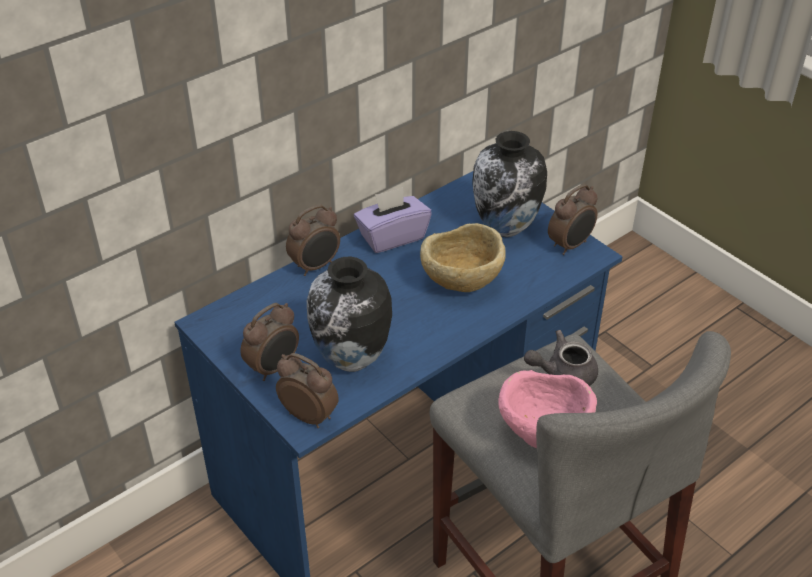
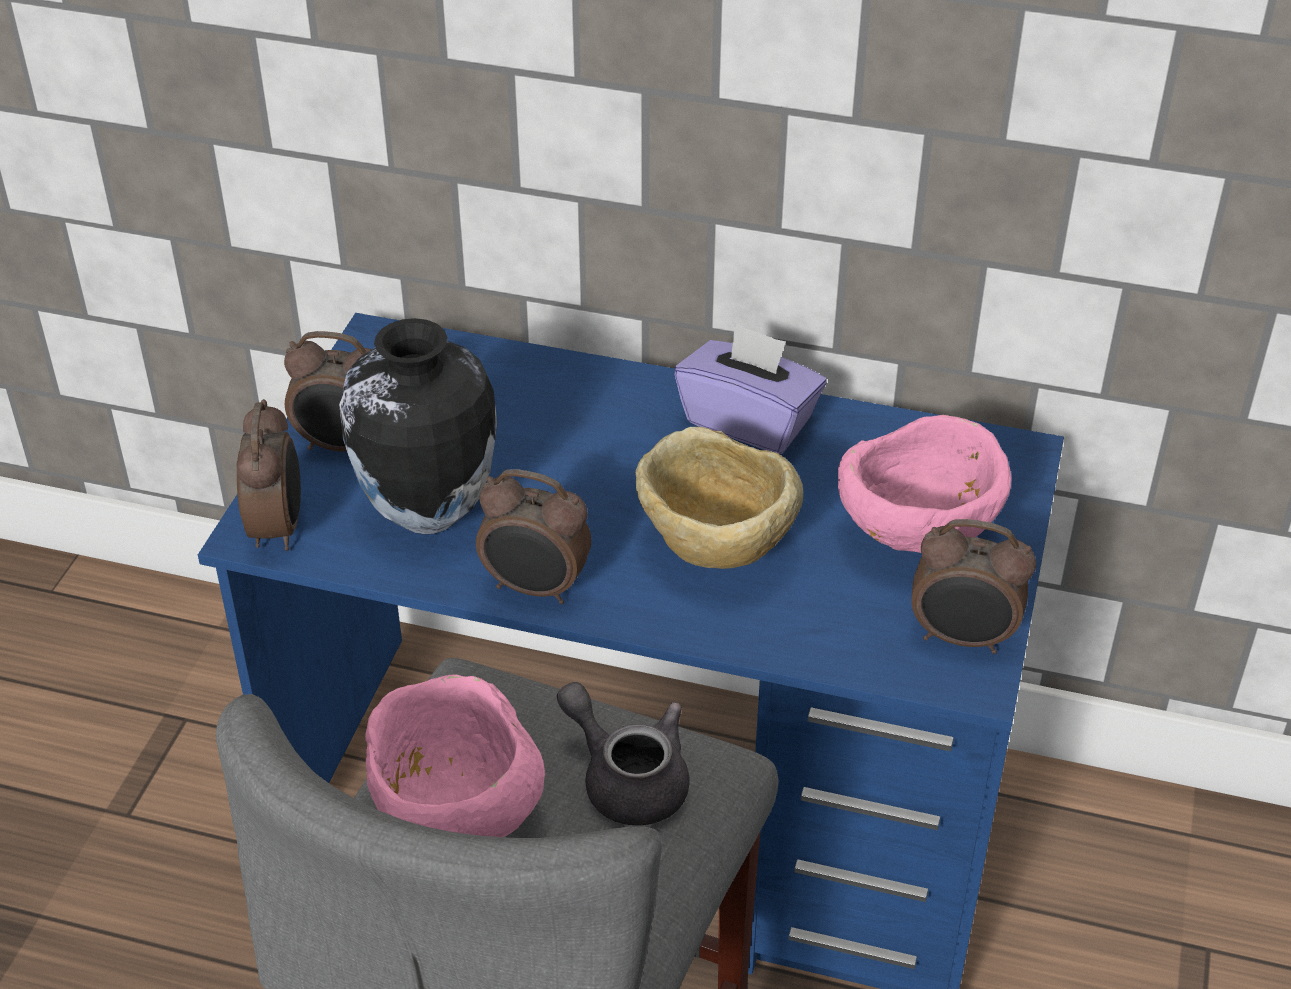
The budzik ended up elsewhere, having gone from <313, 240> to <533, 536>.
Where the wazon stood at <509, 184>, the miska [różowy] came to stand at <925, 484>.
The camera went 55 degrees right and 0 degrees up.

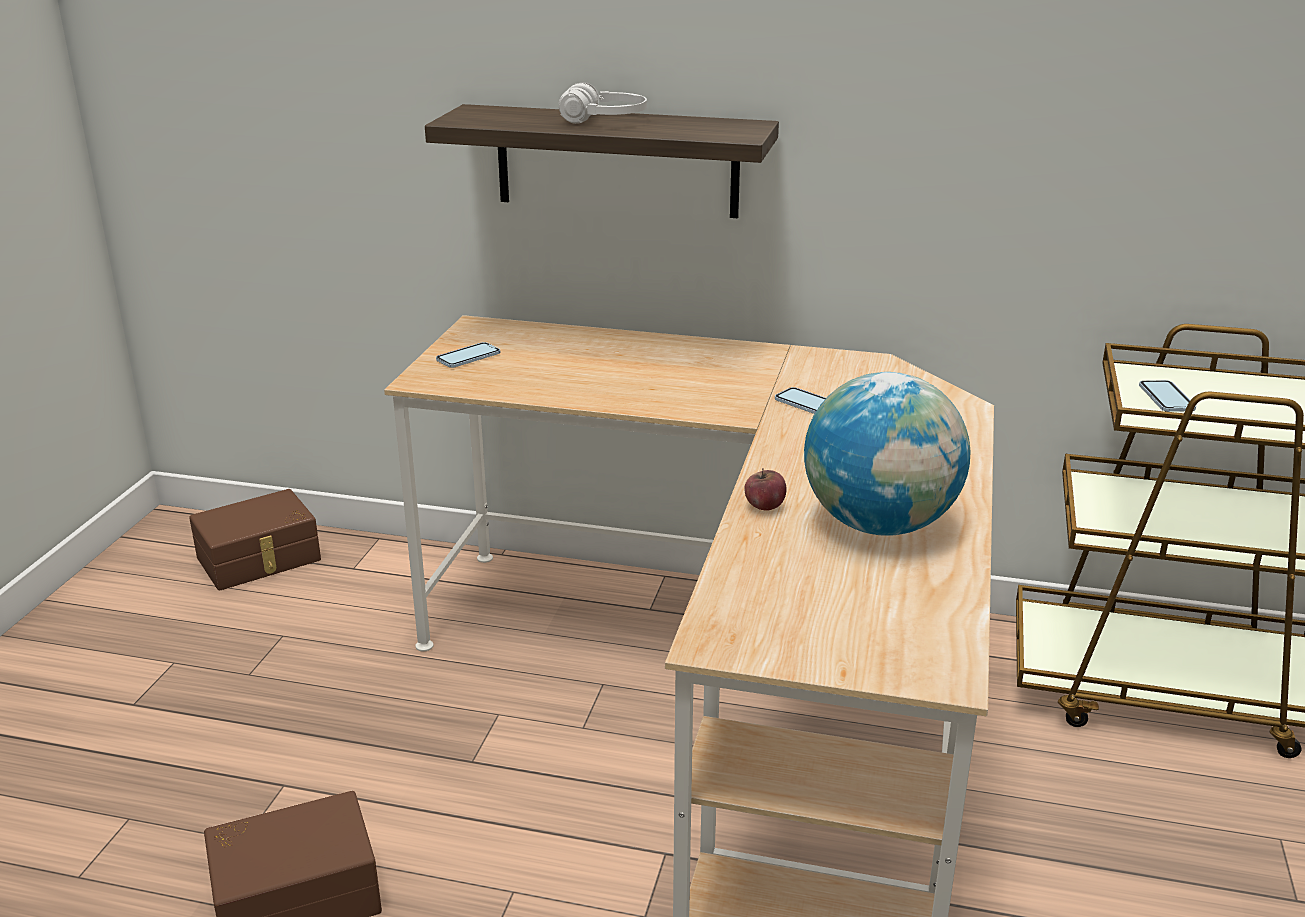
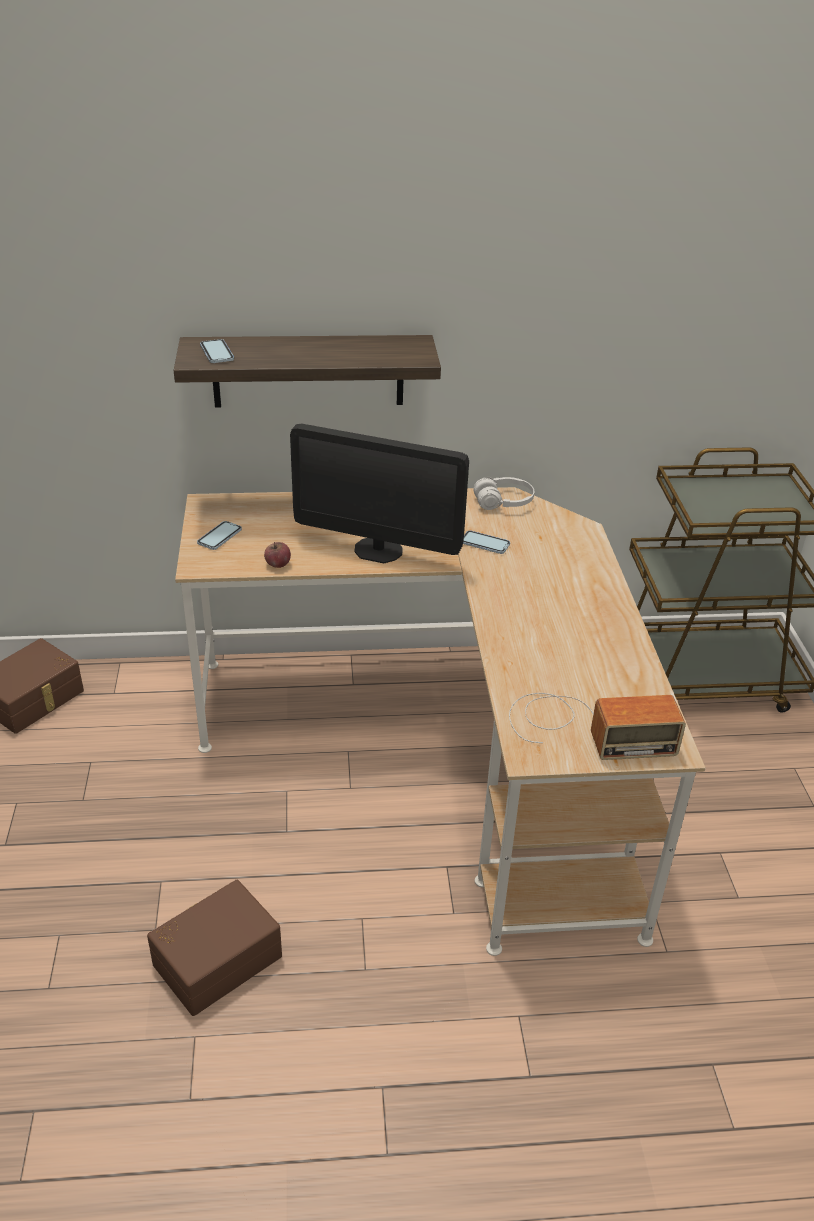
The telefon ended up elsewhere, having gone from <1167, 396> to <217, 351>.
The jabłko ended up elsewhere, having gone from <765, 489> to <277, 555>.
The second view gained the monitor at <379, 493>.
The słuchawki [biały] ended up elsewhere, having gone from <603, 103> to <503, 493>.
The second view gained the radio at <597, 726>.
The second view lost the globus at <887, 454>.
The camera went 20 degrees left and 10 degrees up.

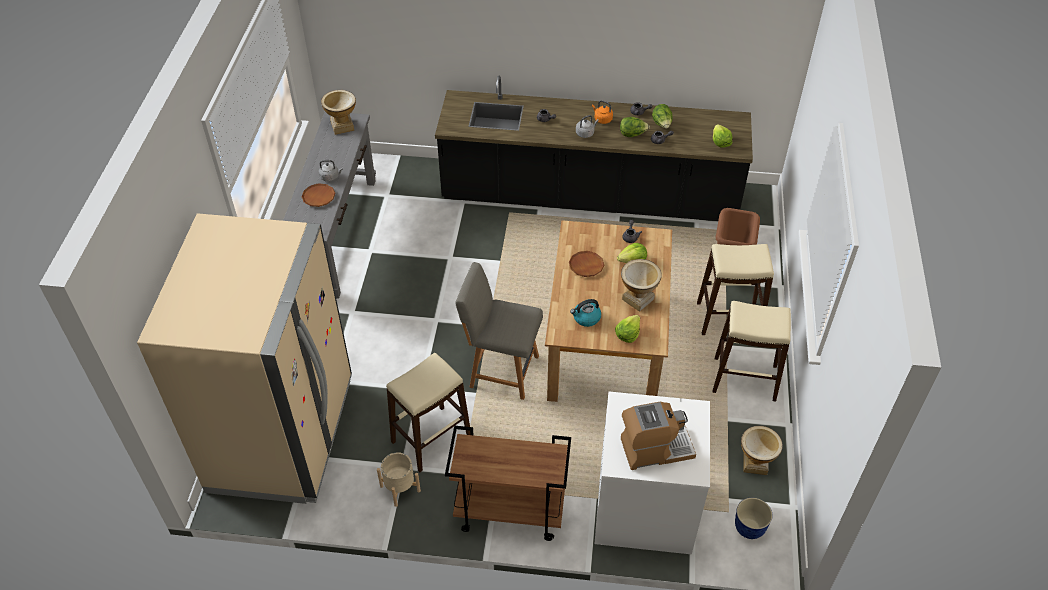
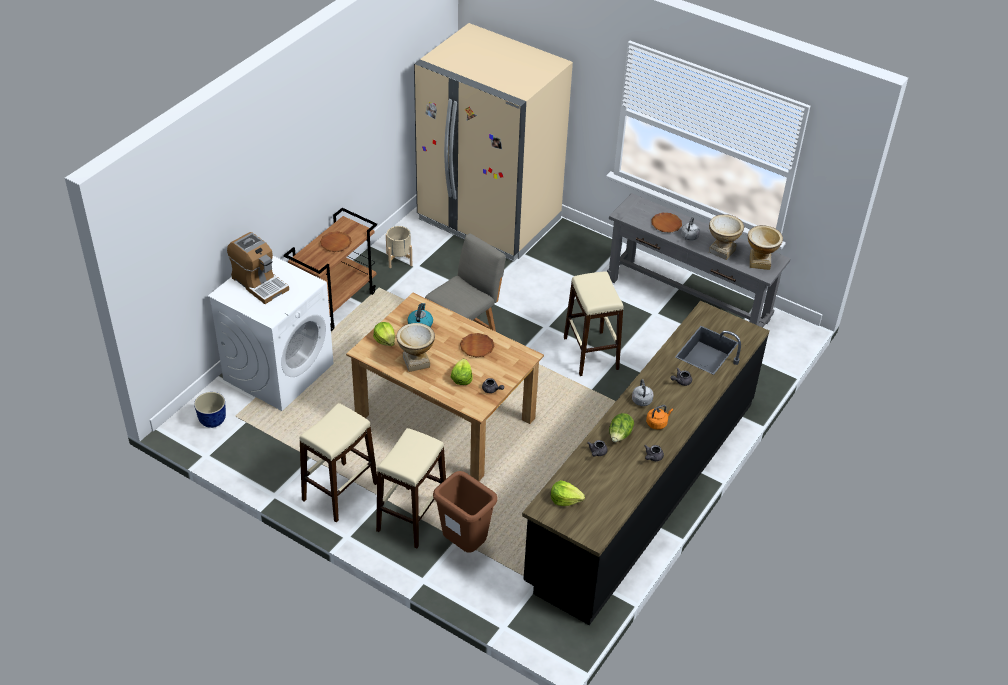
The ekspres do kawy at <658, 436> ended up facing another way, 60 degrees counterclockwise from before.
The second view gained the talerz [brązowy] at <336, 241>.
The stołek [beżowy] ended up elsewhere, having gone from <428, 412> to <594, 323>.
The wazon ended up elsewhere, having gone from <762, 450> to <726, 237>.
The second view lost the sałata at <662, 116>.
The camera went 115 degrees right and 5 degrees down.

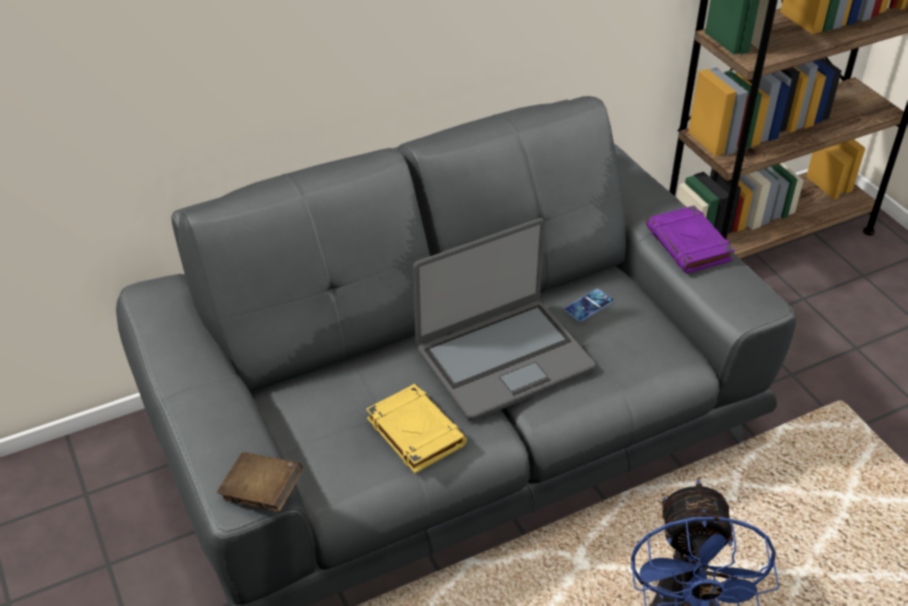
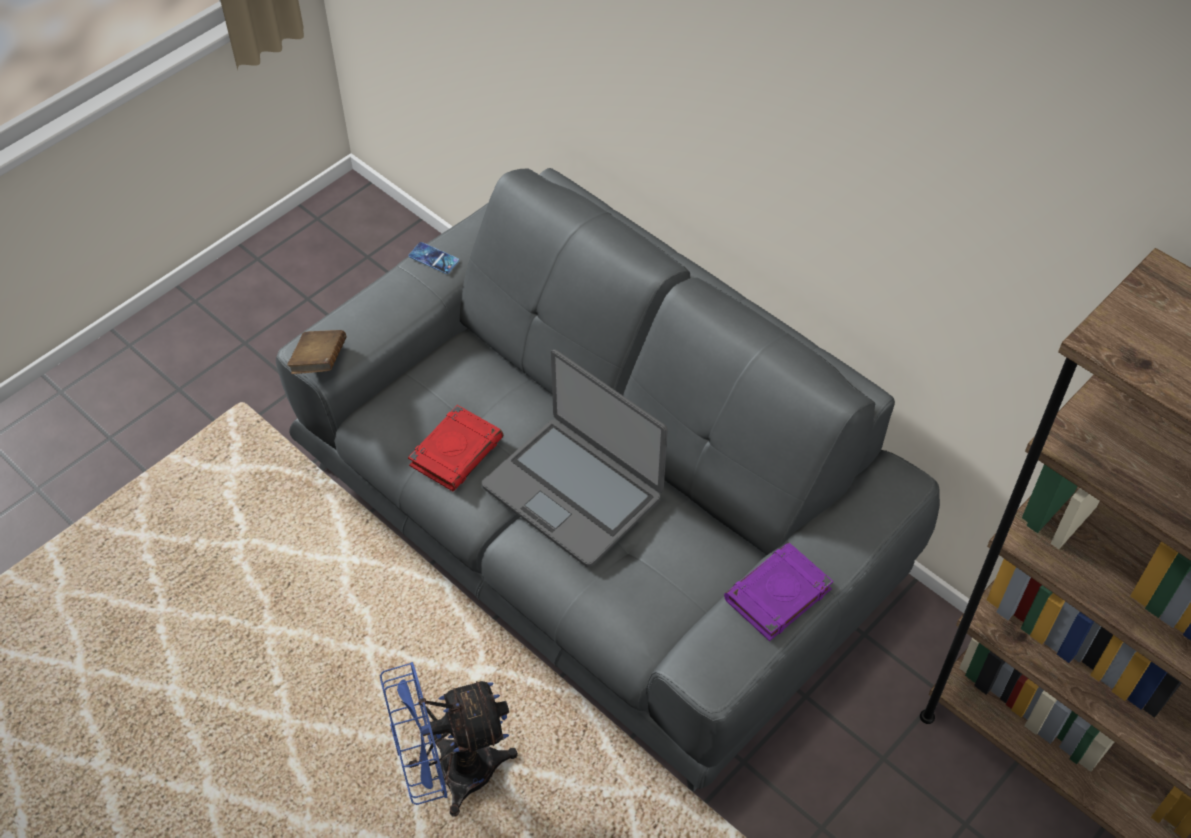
The telefon ended up elsewhere, having gone from <589, 305> to <433, 258>.
What was the książka [żółty] at <416, 428> turned into the książka [czerwony] at <455, 448>.
The camera went 70 degrees right and 10 degrees up.

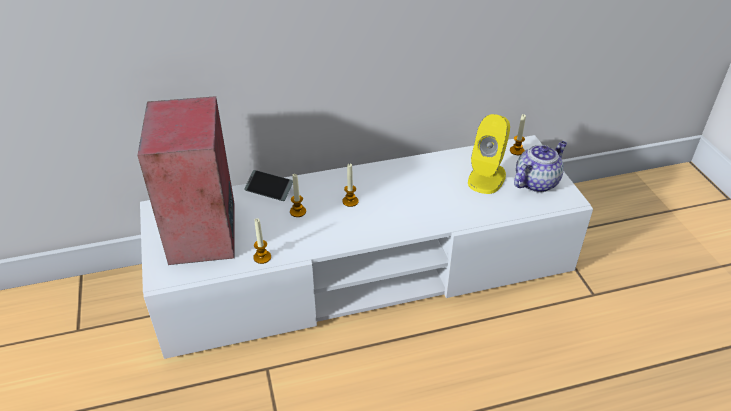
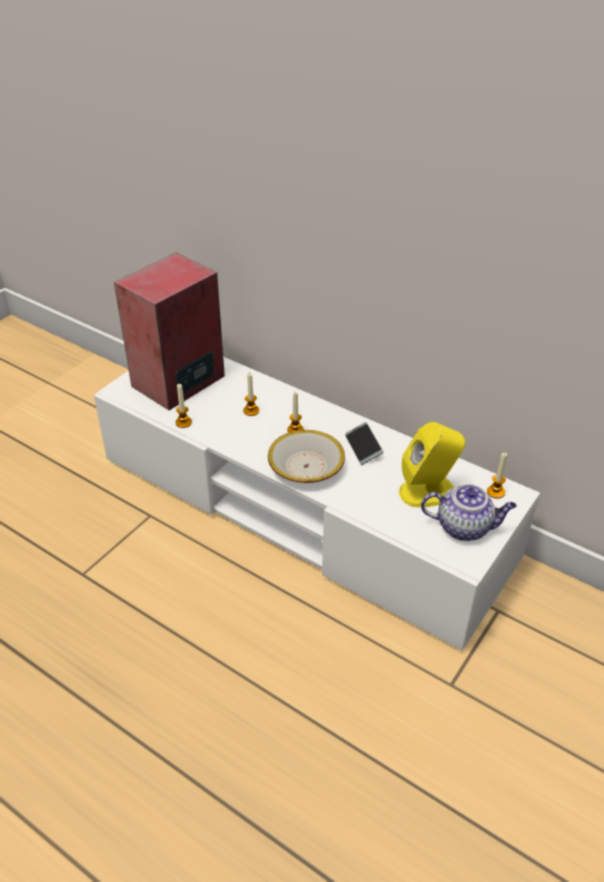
The second view gained the miska at <306, 456>.
The telefon ended up elsewhere, having gone from <268, 185> to <364, 443>.
The camera went 50 degrees right and 0 degrees up.

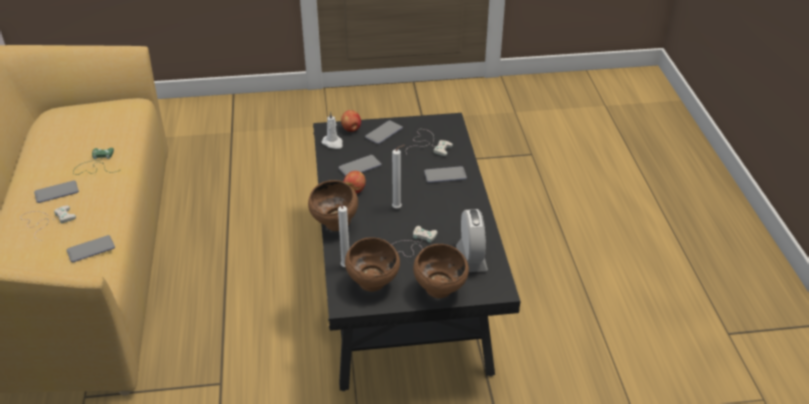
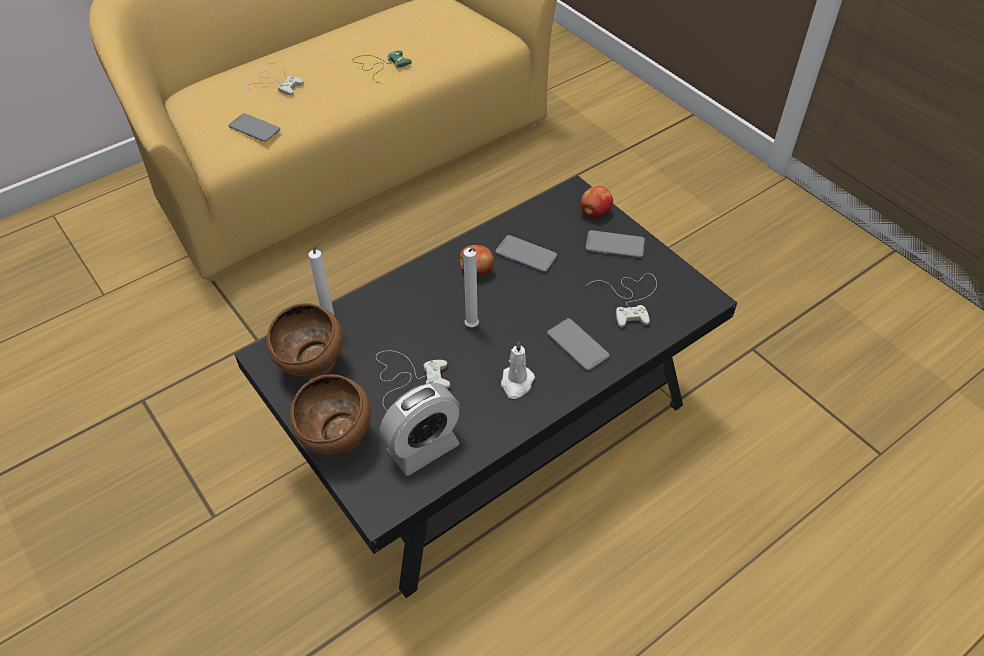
The świeca [biały] ended up elsewhere, having gone from <332, 130> to <518, 370>.
The second view lost the telefon at <56, 191>.
The second view lost the miska [brązowy] at <333, 205>.
The camera went 60 degrees right and 10 degrees up.

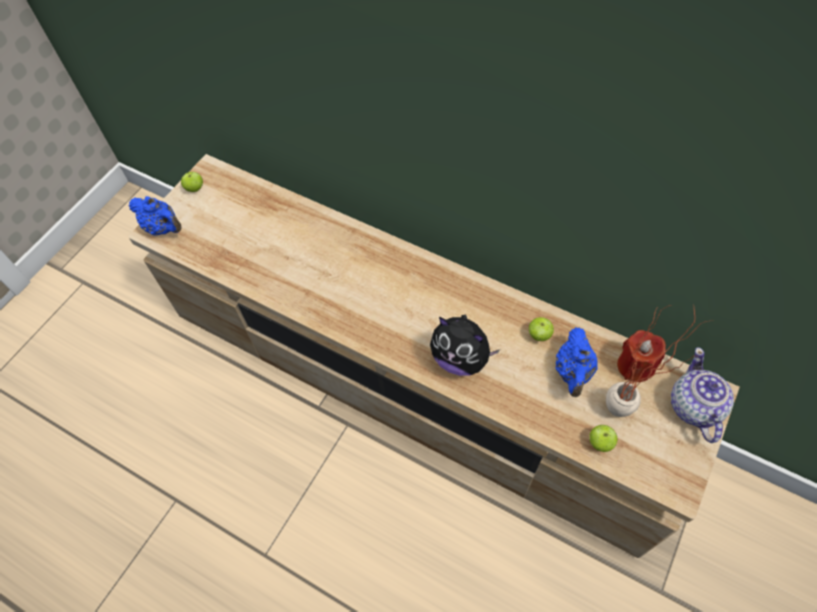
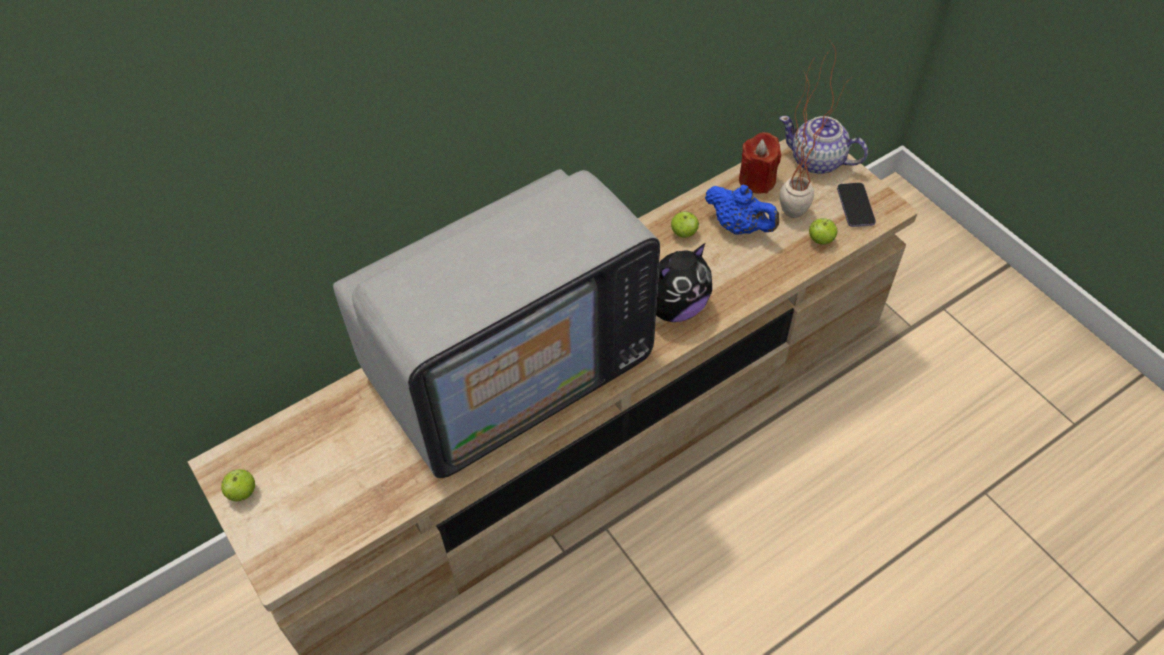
The second view gained the telewizor at <496, 323>.
The second view gained the telefon at <856, 205>.
The second view lost the imbryk [niebieski] at <155, 215>.
The camera went 65 degrees left and 5 degrees down.

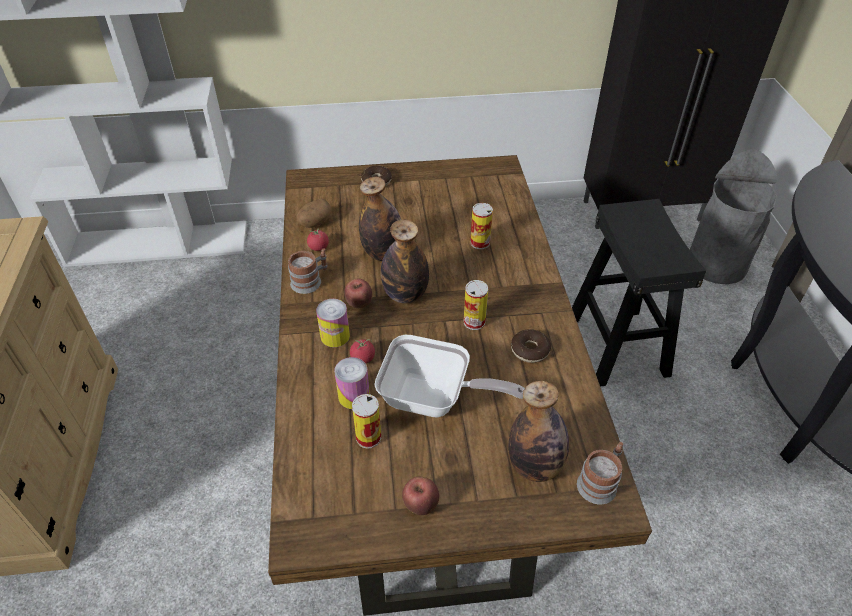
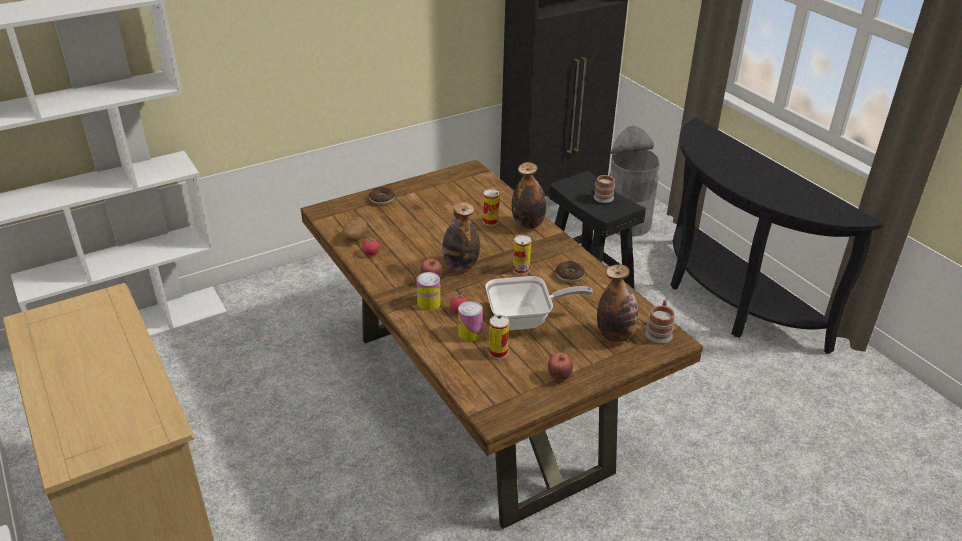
The butelka ended up elsewhere, having gone from <380, 219> to <529, 195>.
The kubek ended up elsewhere, having gone from <308, 271> to <604, 187>.
The camera went 25 degrees left and 10 degrees down.

